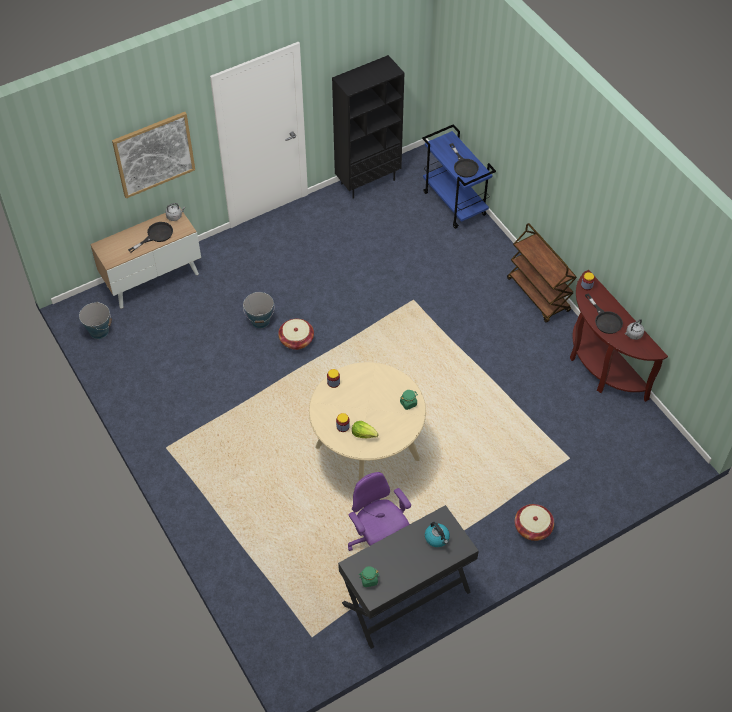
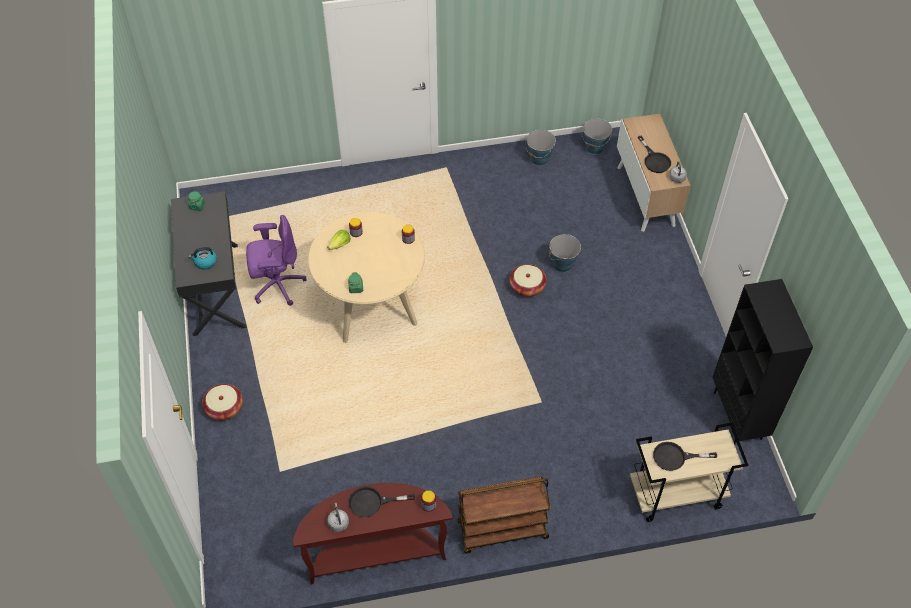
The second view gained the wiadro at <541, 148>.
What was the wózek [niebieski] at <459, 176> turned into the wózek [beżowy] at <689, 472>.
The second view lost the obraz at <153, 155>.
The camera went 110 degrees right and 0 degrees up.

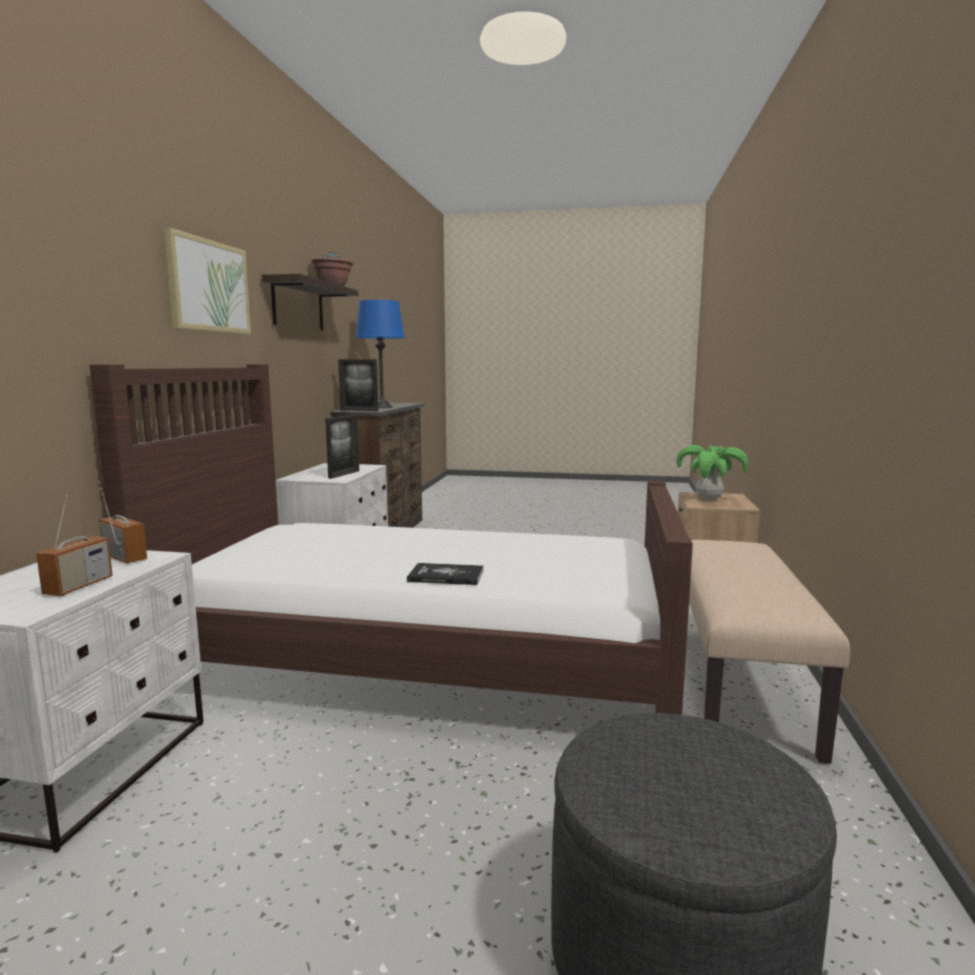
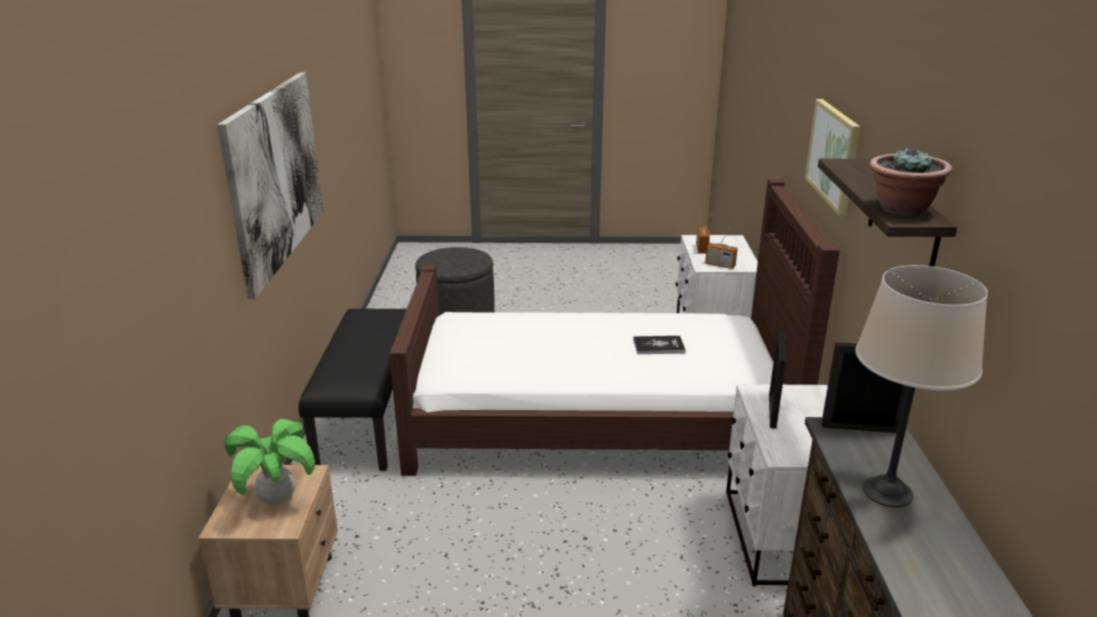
The second view gained the obraz at <270, 185>.
What was the ławka [beżowy] at <769, 652> turned into the ławka [czarny] at <352, 390>.
The książka ended up elsewhere, having gone from <445, 574> to <659, 345>.
What was the lampa stołowa [niebieski] at <380, 354> turned into the lampa stołowa [beżowy] at <921, 386>.
The camera went 170 degrees right and 15 degrees up.

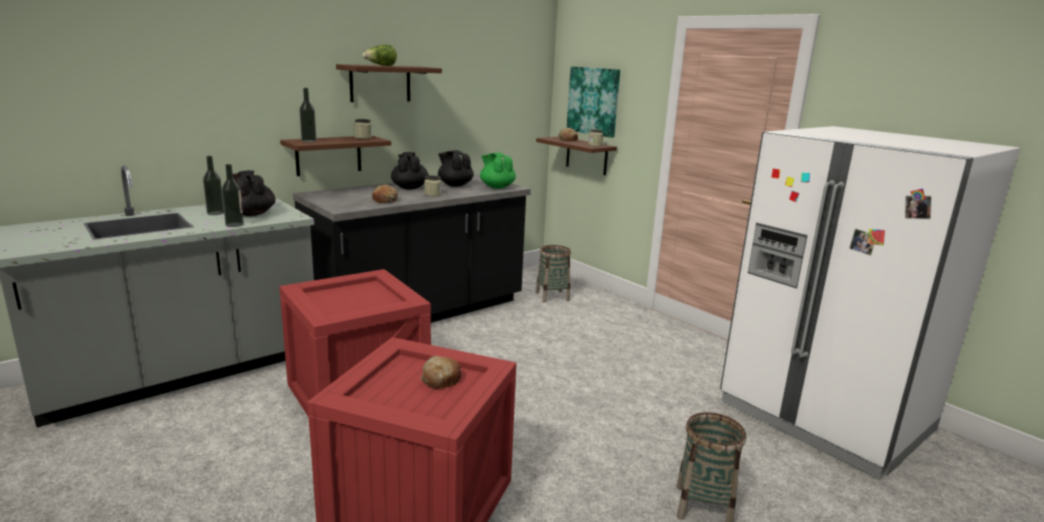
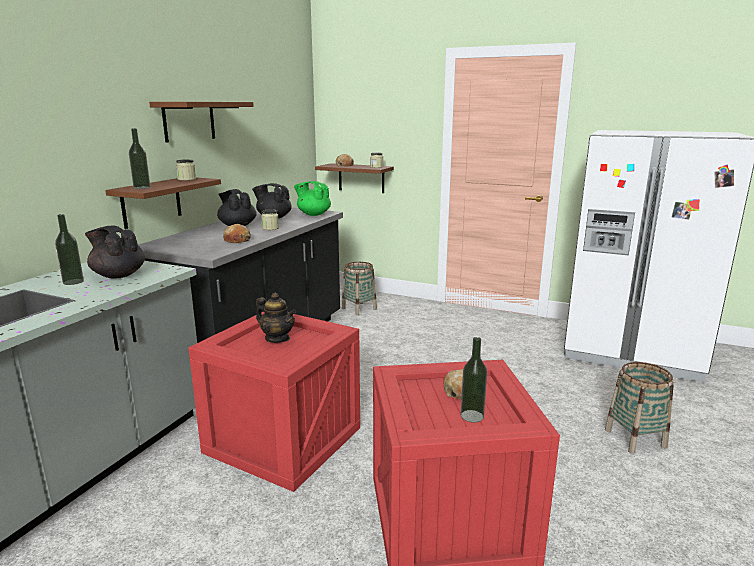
The second view gained the imbryk at <276, 318>.
The butelka ended up elsewhere, having gone from <233, 195> to <474, 380>.
The second view lost the sałata at <379, 55>.
The second view lost the obraz at <593, 102>.
The camera went 25 degrees left and 0 degrees up.

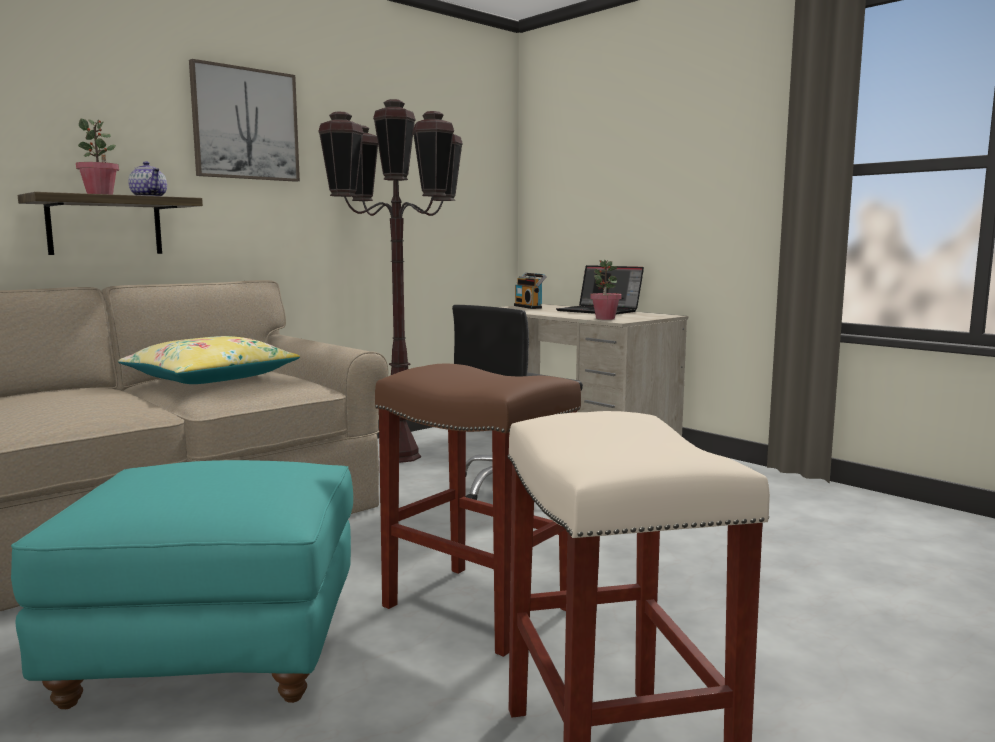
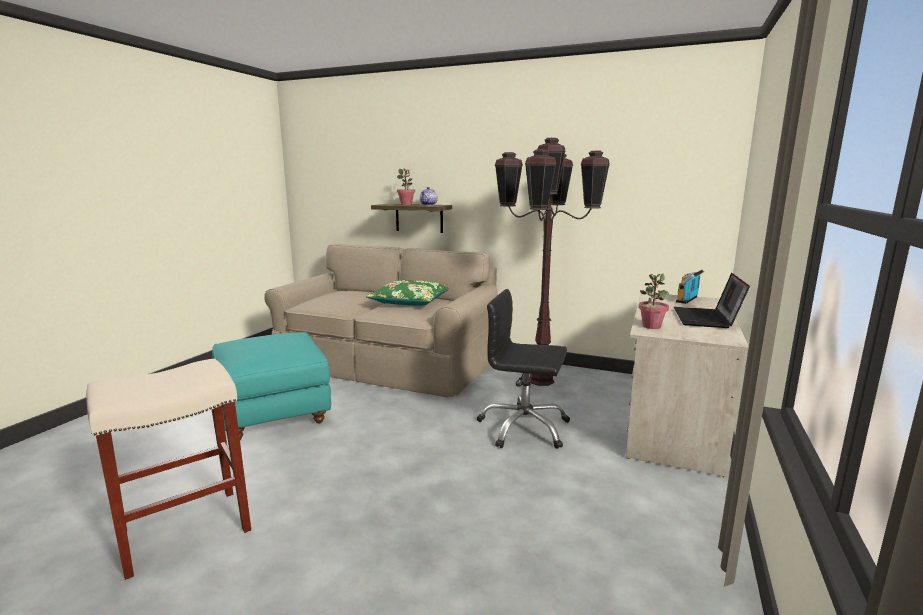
What was the poduszka [żółty] at <209, 360> turned into the poduszka [zielony] at <407, 293>.
The second view lost the obraz at <244, 120>.
The second view lost the stołek [brązowy] at <478, 510>.
The camera went 65 degrees right and 5 degrees up.

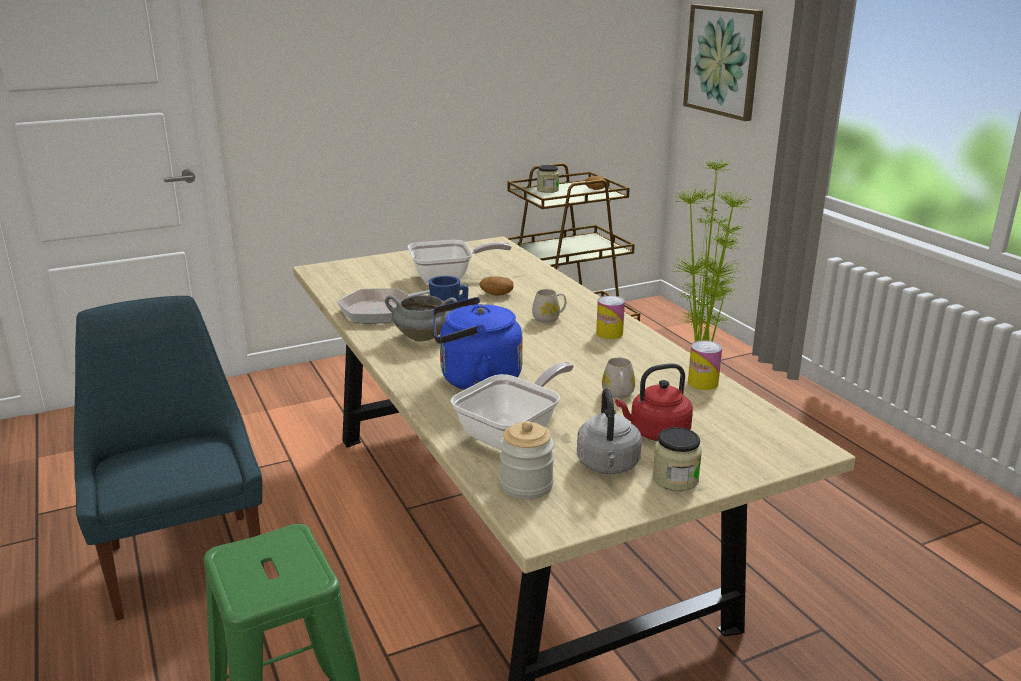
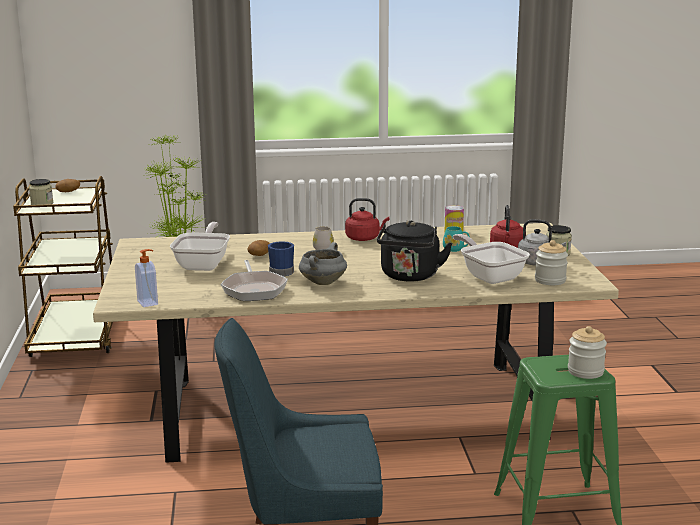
The second view gained the dozownik mydła at <146, 278>.
Where the puszka stood at <610, 317>, the czajnik [czerwony] came to stand at <367, 219>.
What was the czajnik [niebieski] at <478, 343> turned into the czajnik [czarny] at <414, 251>.
What was the kubek [biały] at <618, 378> turned into the kubek [turkusowy] at <456, 239>.
The second view gained the słoik at <587, 352>.
The second view lost the obraz at <723, 62>.
The camera went 70 degrees left and 5 degrees down.

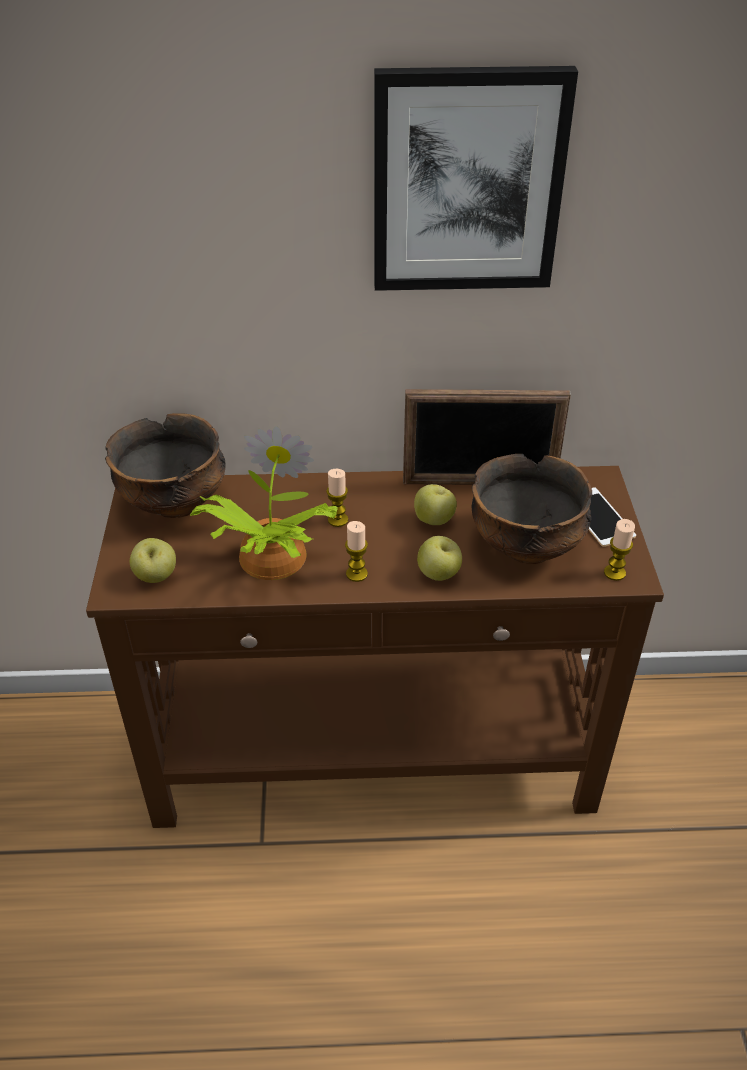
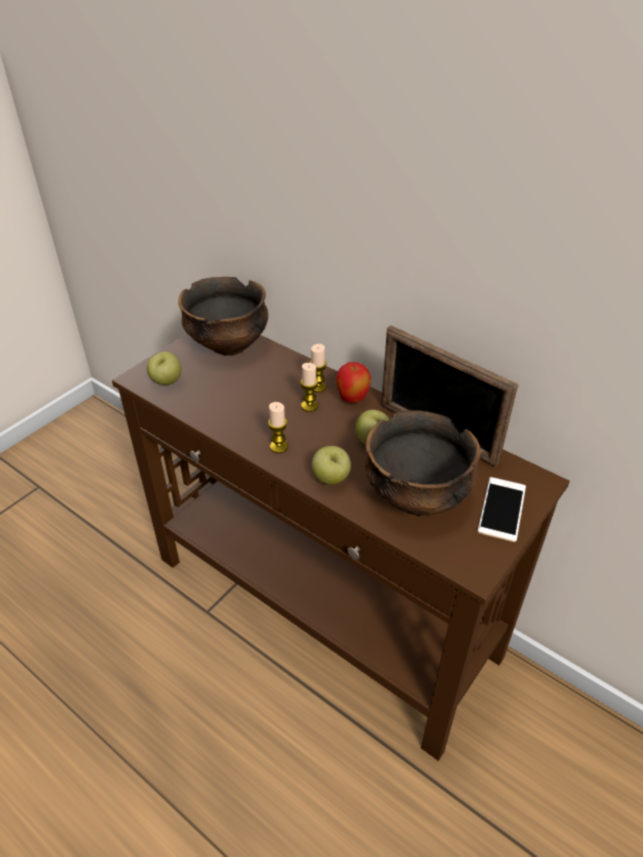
The świeca ended up elsewhere, having gone from <619, 550> to <318, 368>.
The second view gained the jabłko at <353, 382>.
The second view lost the roślina doniczkowa at <263, 503>.
The second view lost the obraz at <476, 178>.
The camera went 40 degrees right and 0 degrees up.

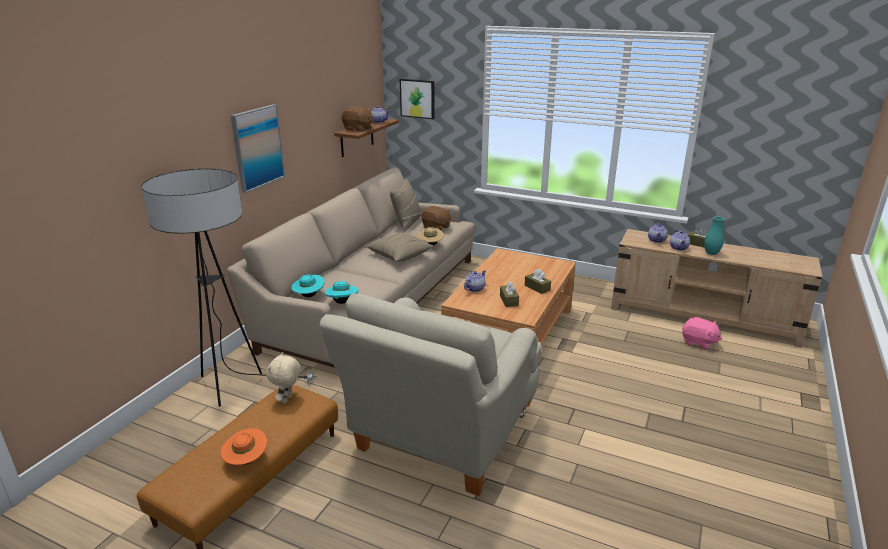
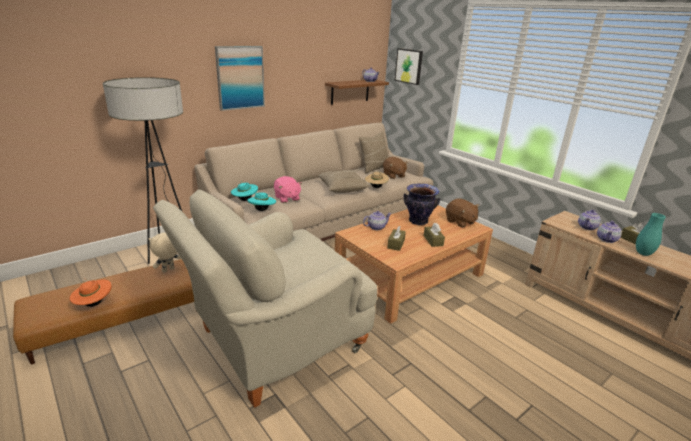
The pluszak [różowy] ended up elsewhere, having gone from <702, 333> to <288, 189>.
The second view gained the wazon at <422, 204>.
The pluszak [brązowy] ended up elsewhere, having gone from <357, 119> to <462, 212>.
The camera went 25 degrees right and 0 degrees up.

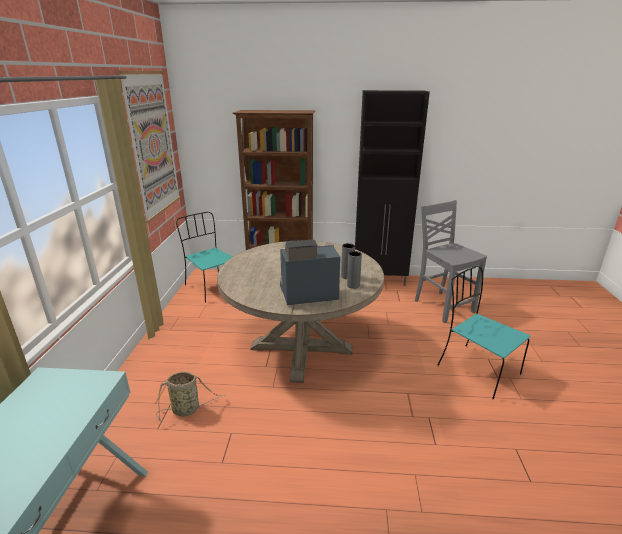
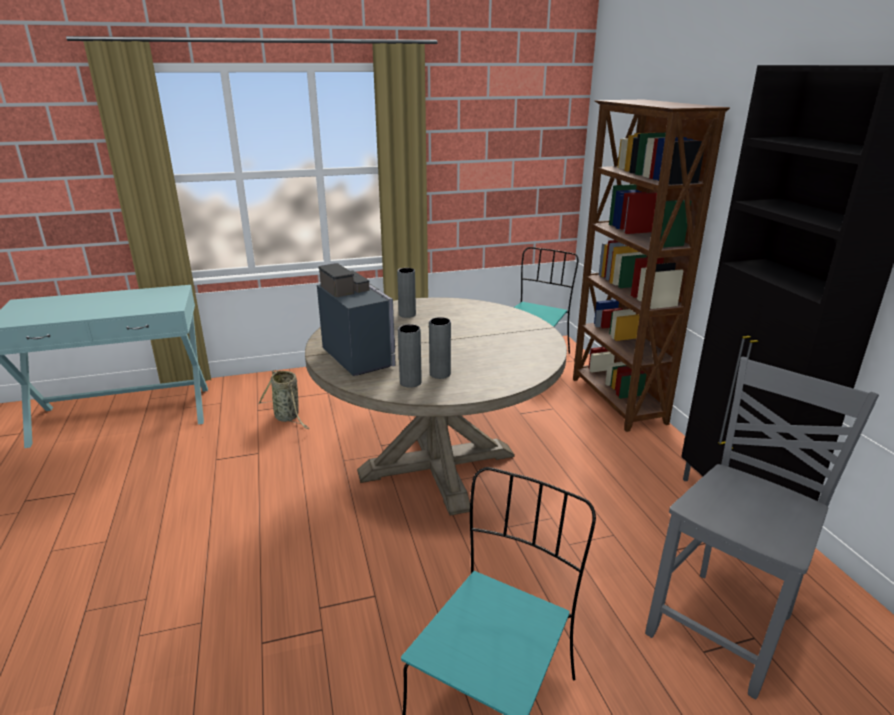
The second view gained the wazon [szary] at <406, 293>.
The second view lost the obraz at <149, 146>.
The camera went 70 degrees right and 0 degrees up.

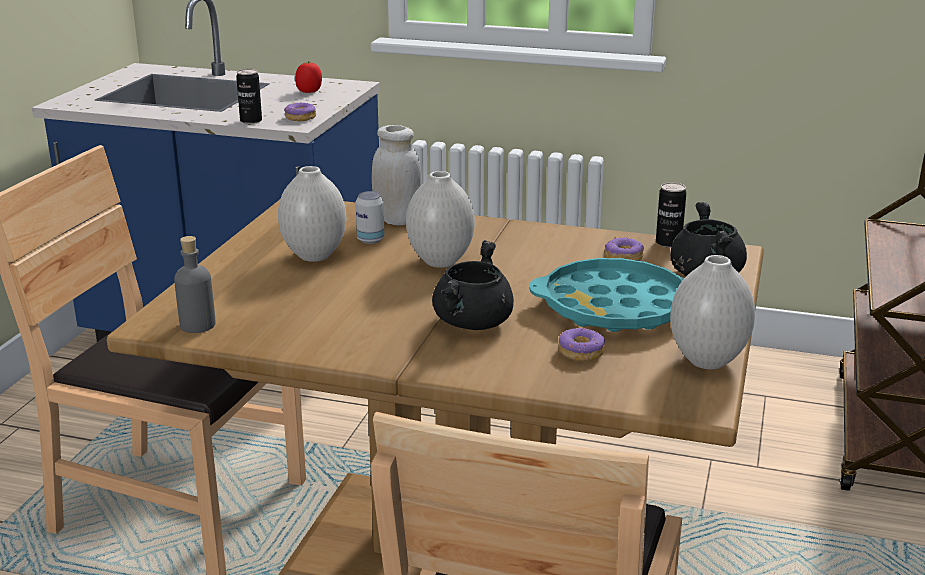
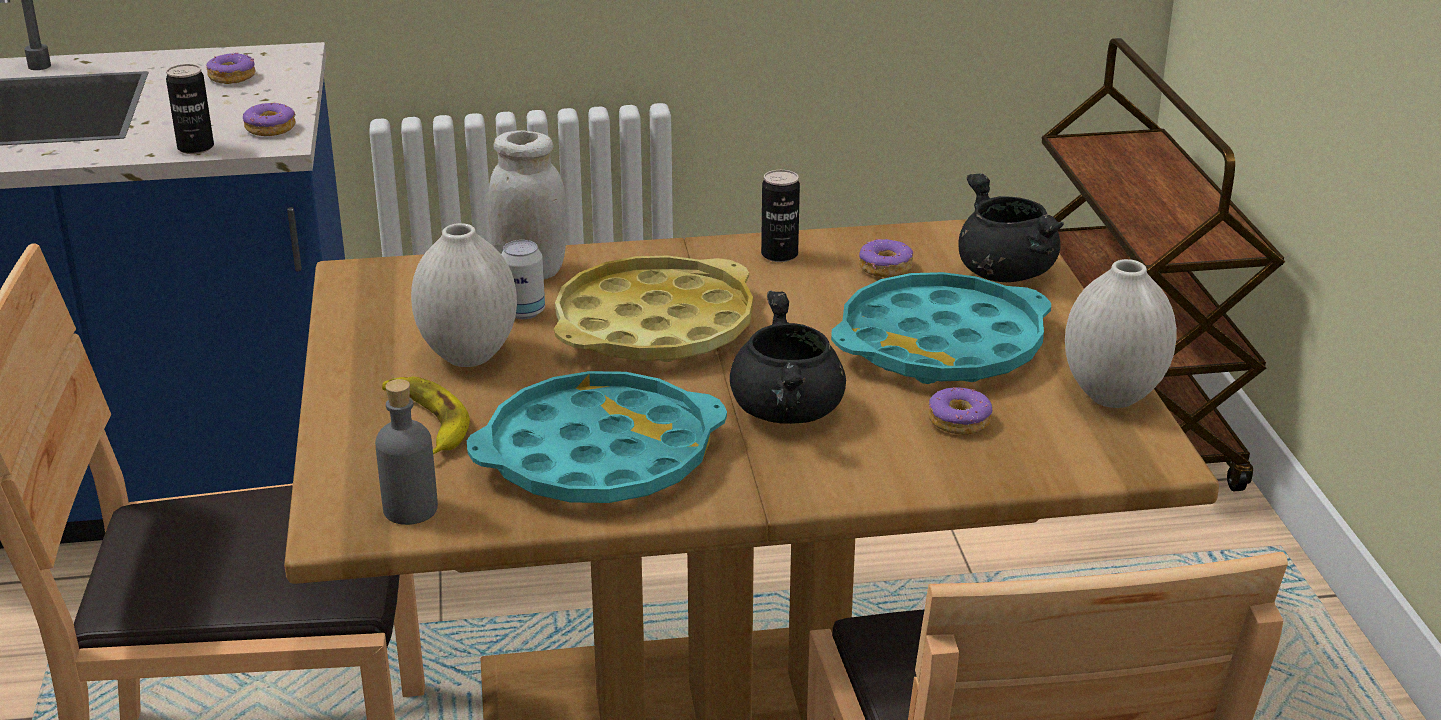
Where the pomidor stood at <308, 77>, the donut came to stand at <231, 68>.
The second view gained the banan at <426, 415>.
The second view gained the taca [turkusowy] at <597, 437>.
Where the wazon [biały] stood at <440, 219>, the taca [żółty] came to stand at <653, 309>.
The puszka ended up elsewhere, having gone from <671, 215> to <780, 216>.
The camera went 25 degrees left and 5 degrees up.

